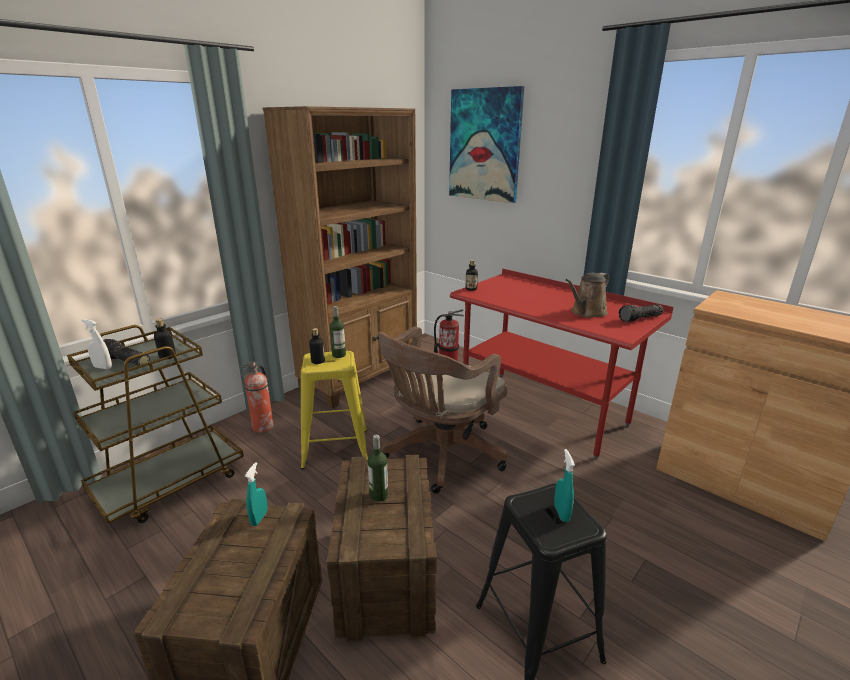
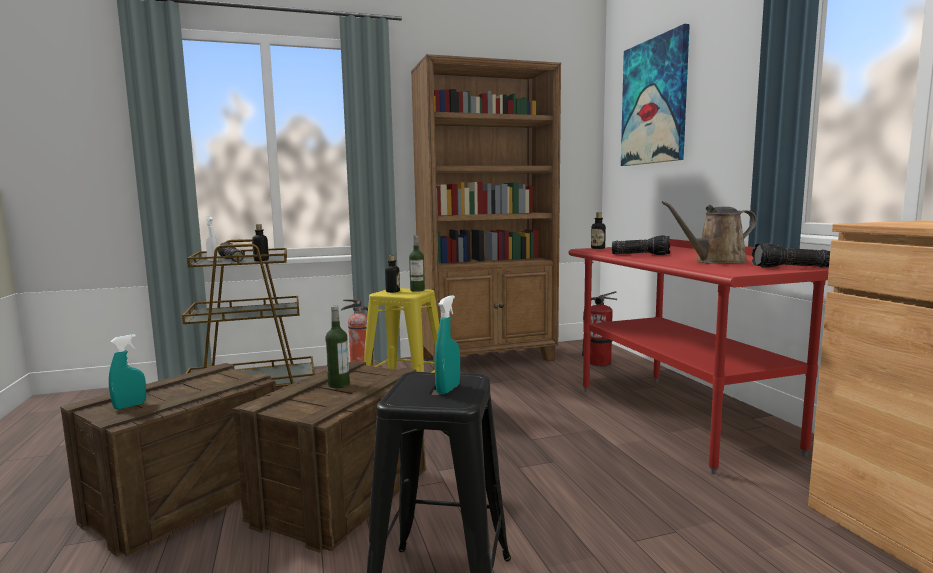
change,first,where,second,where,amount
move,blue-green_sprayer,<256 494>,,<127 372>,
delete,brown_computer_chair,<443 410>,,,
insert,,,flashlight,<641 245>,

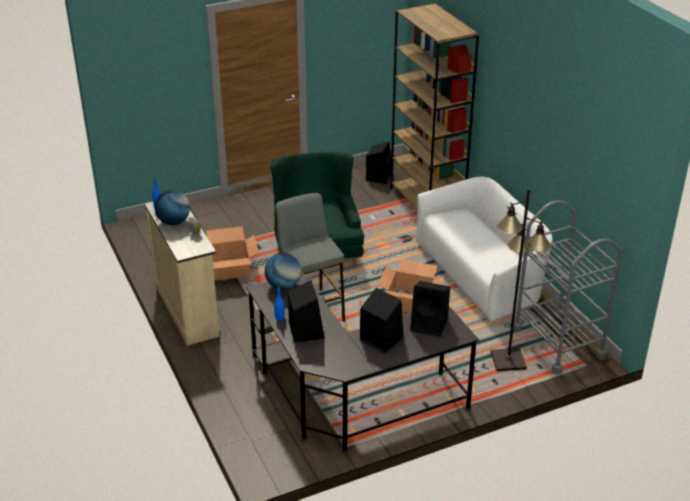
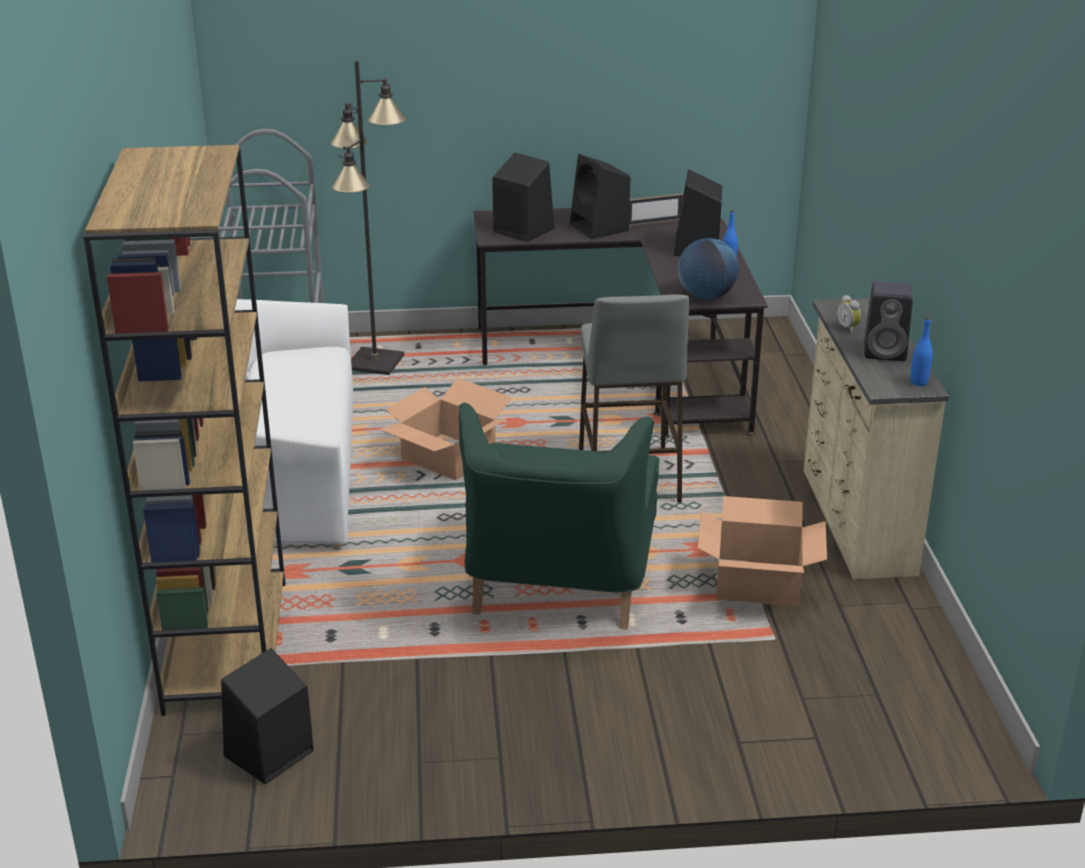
change,first,where,second,where,amount
replace,world_globe,<172 207>,black_loudspeaker,<888 321>,
insert,,,photo_frame,<656 209>,

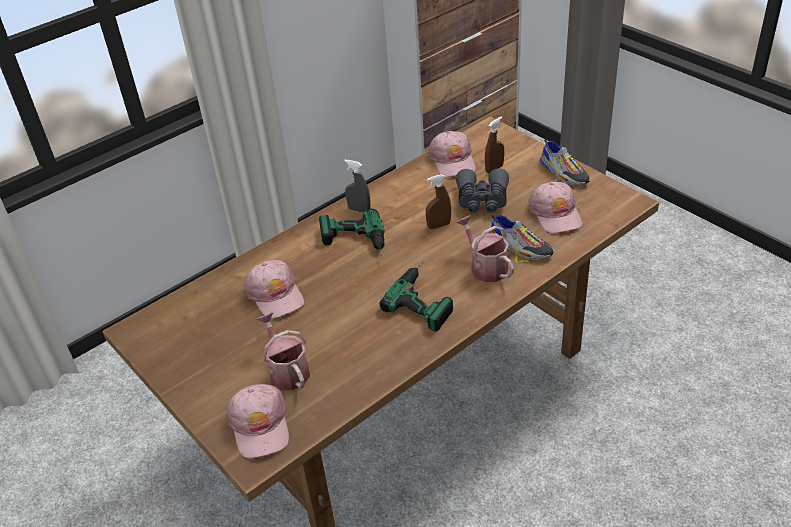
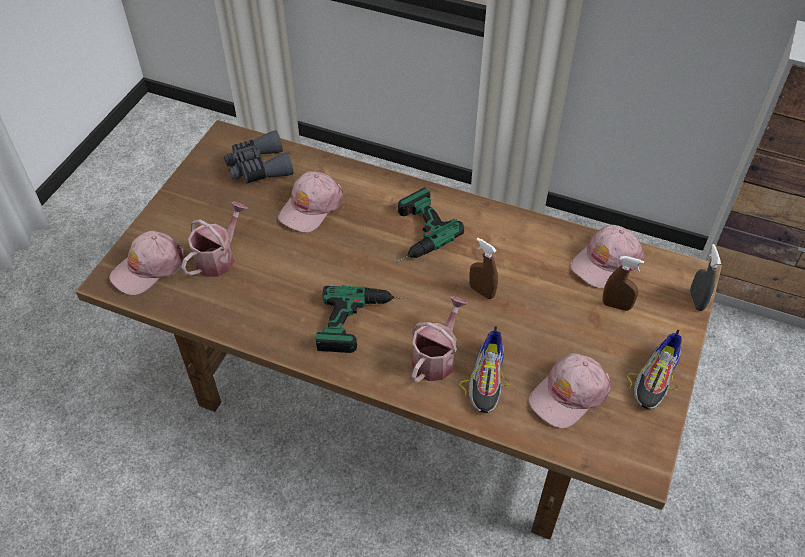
change,first,where,second,where,amount
move,grey_sprayer,<357 186>,,<705 277>,
move,grey_field_glasses,<482 190>,,<259 156>,

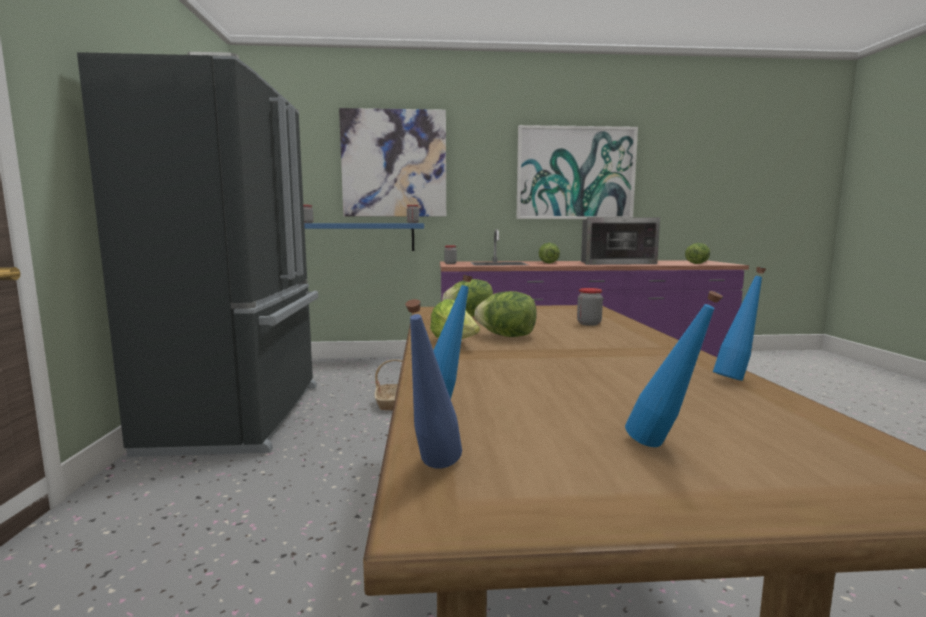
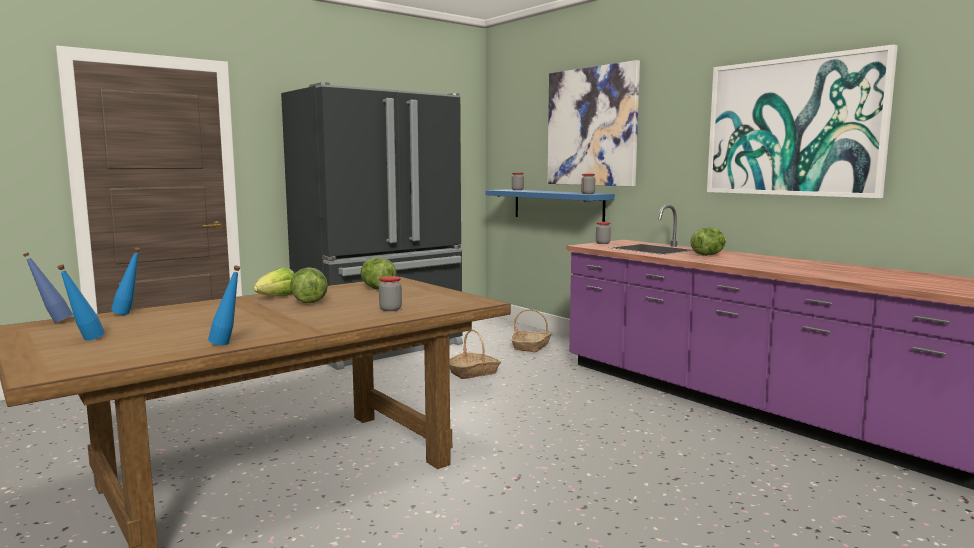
change,first,where,second,where,amount
delete,kitchen_microwave,<620 241>,,,
delete,lettuce_head,<697 253>,,,
insert,,,storage_basket,<531 330>,

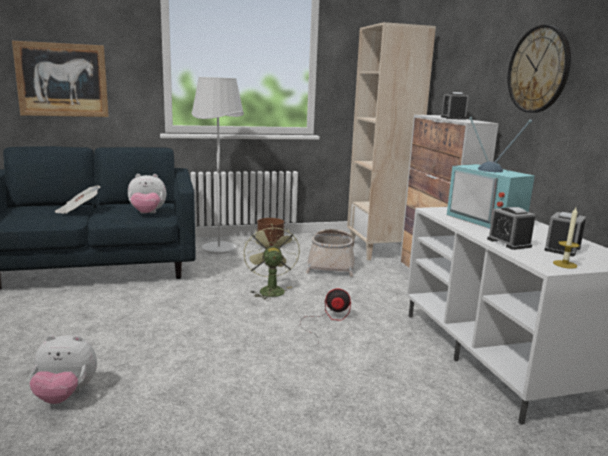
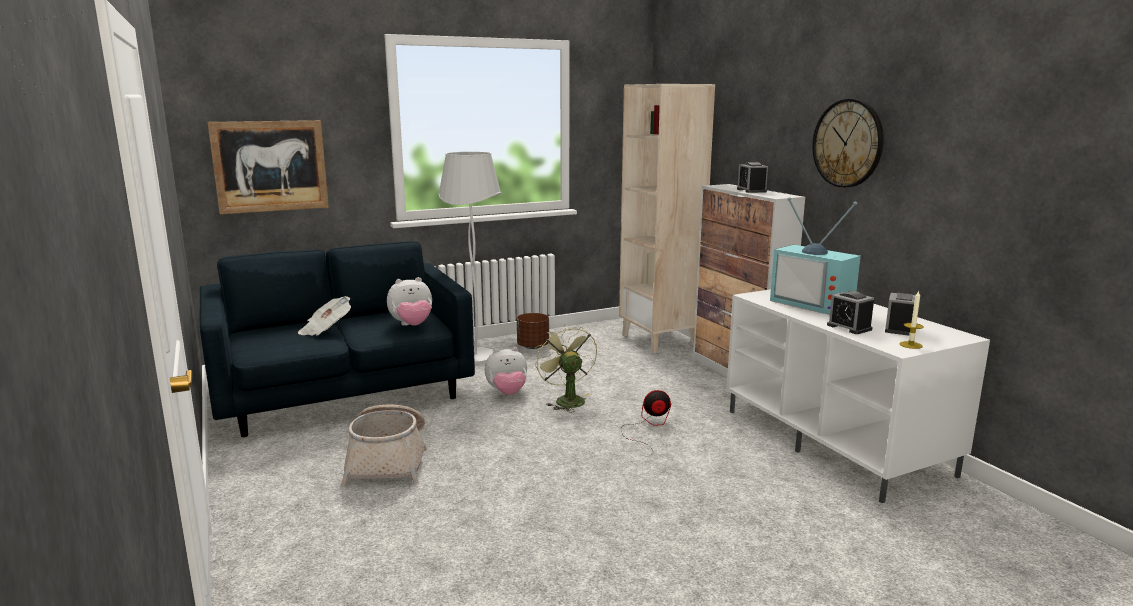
change,first,where,second,where,amount
move,soft_toy,<63 369>,,<506 371>,
move,storage_basket,<330 253>,,<384 446>,

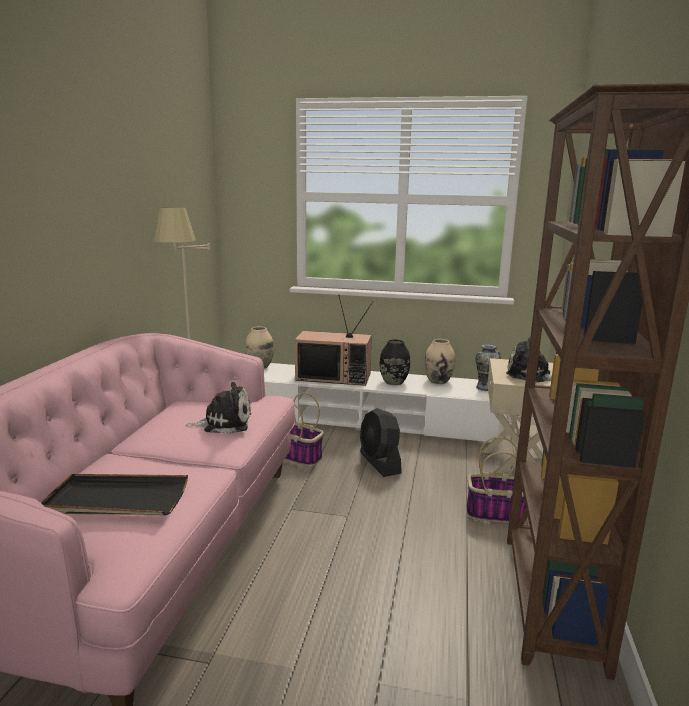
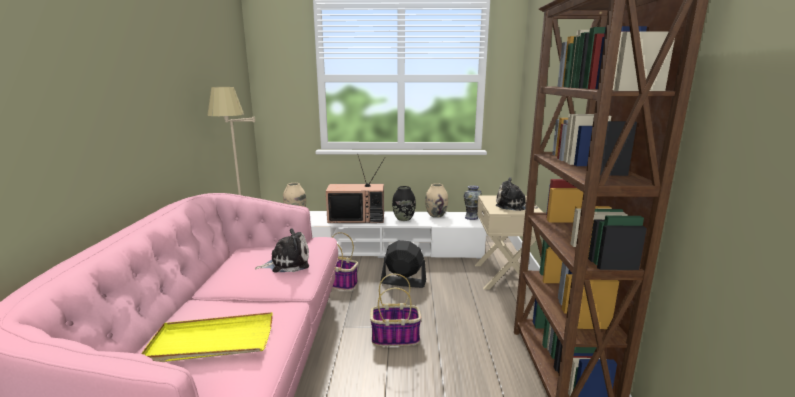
change,first,where,second,where,amount
recolor,black_carrying_tray,<114 494>,yellowish_carrying_tray,<207 337>,
rotate,black_fan,<381 442>,,<403 264>,135 degrees clockwise
move,storage_basket,<496 480>,,<395 310>,

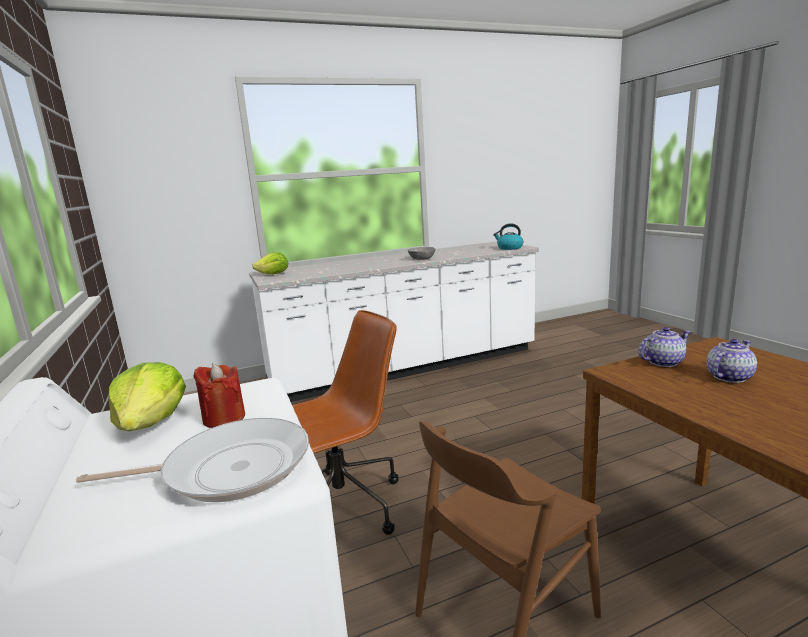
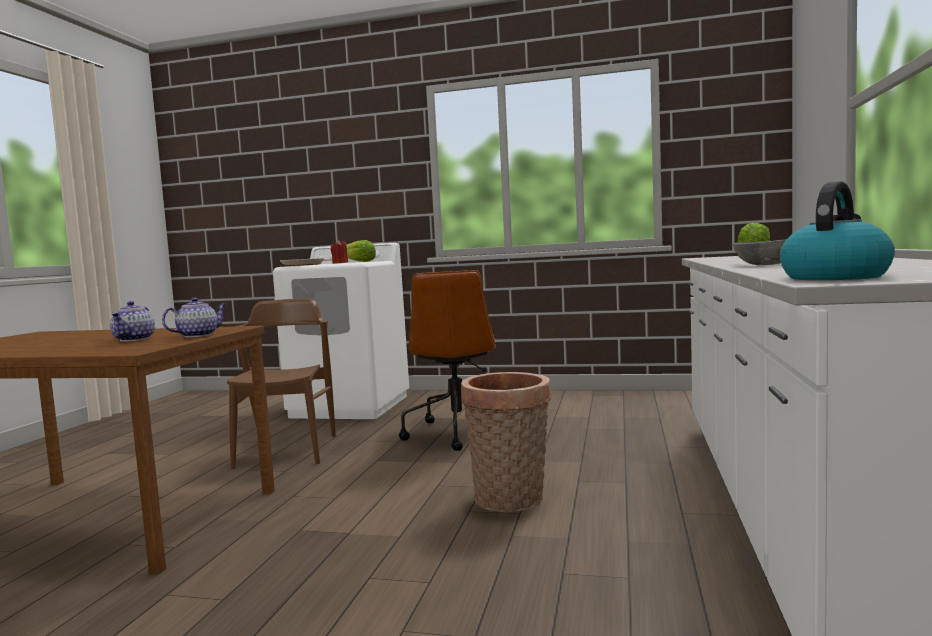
change,first,where,second,where,amount
rotate,pot_for_tea,<664 347>,,<194 317>,150 degrees counterclockwise
insert,,,storage_basket,<506 442>,

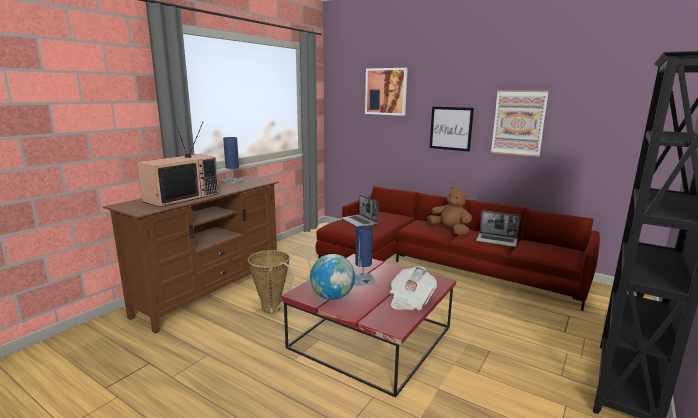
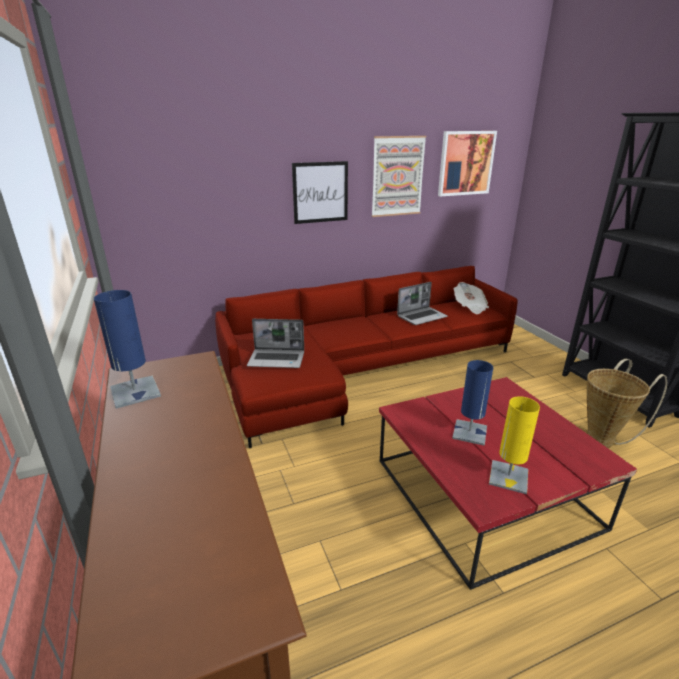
change,first,where,second,where,amount
delete,TV,<178 163>,,,
move,storage_basket,<279 282>,,<627 403>,
replace,world_globe,<332 277>,yellowish_lamp_for_a_table,<514 445>,
move,wall_picture,<386 92>,,<467 164>,
move,printed_paper,<413 288>,,<471 298>,
delete,brown_soft_toy,<449 211>,,,

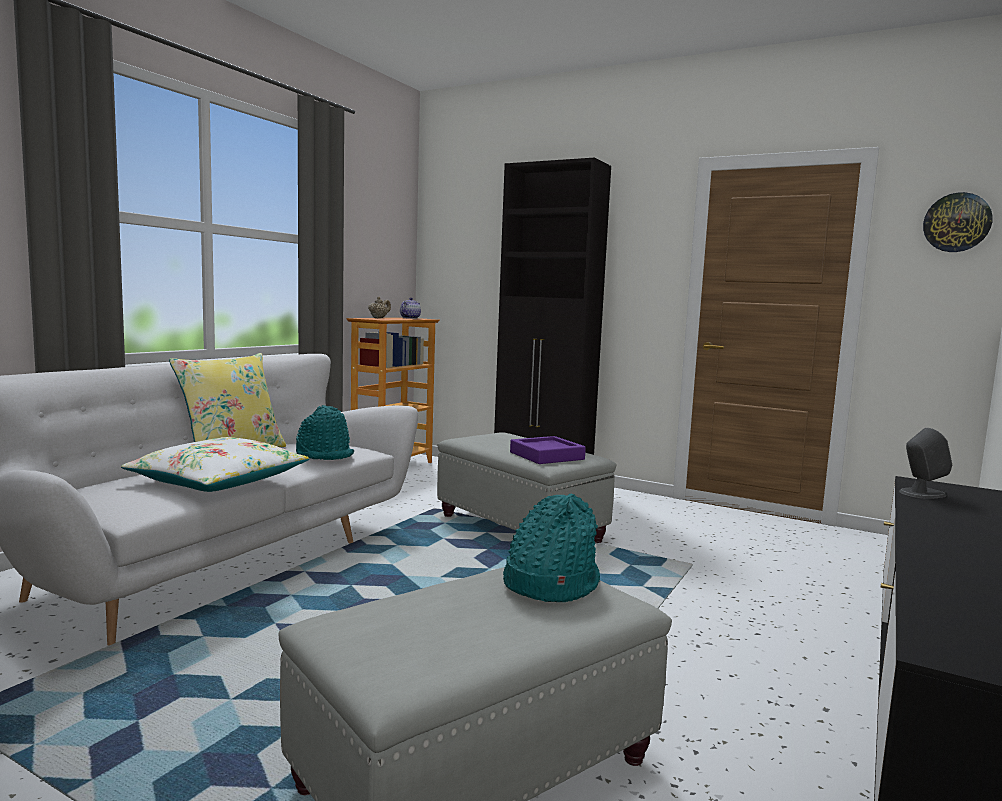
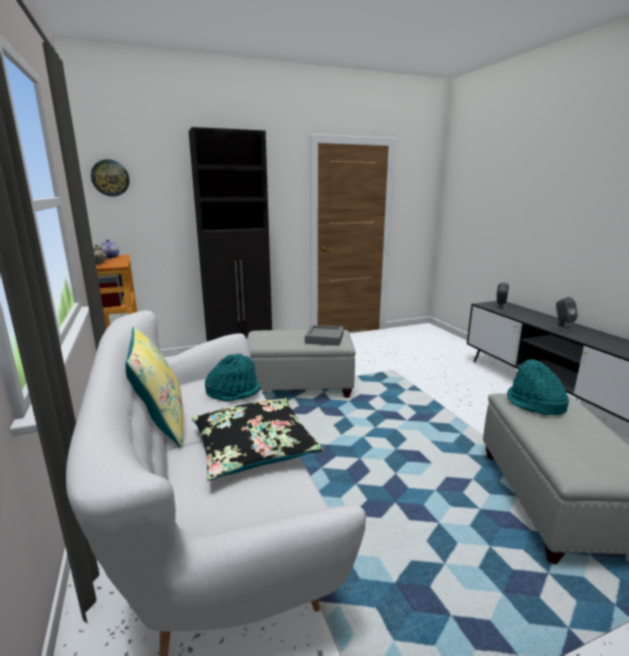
change,first,where,second,where,amount
recolor,white_pillow,<215 464>,black_pillow,<258 439>,
recolor,purple_carrying_tray,<548 450>,grey_carrying_tray,<324 335>,
move,hanging_clock,<958 222>,,<110 178>,
insert,,,grey_loudspeaker,<565 314>,

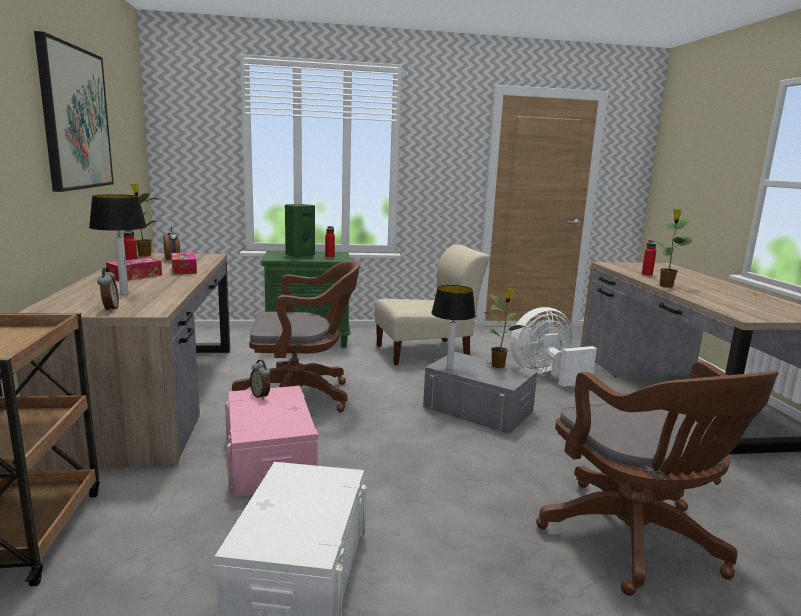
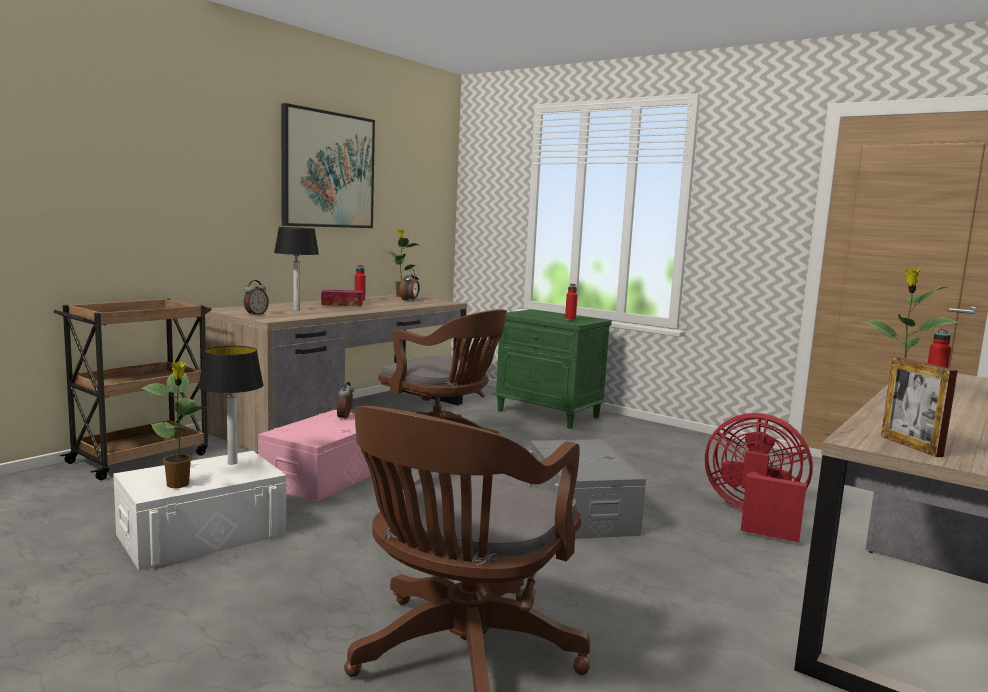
change,first,where,second,where,amount
delete,tissue_holder,<184 263>,,,
delete,green_loudspeaker,<300 231>,,,
delete,sand-coloured_chair,<432 305>,,,
move,lamp_for_a_table,<453 327>,,<231 405>,
move,houseplant,<505 328>,,<175 424>,
recolor,white_fan,<553 347>,reddish_fan,<759 478>,
insert,,,photo_frame,<919 407>,

